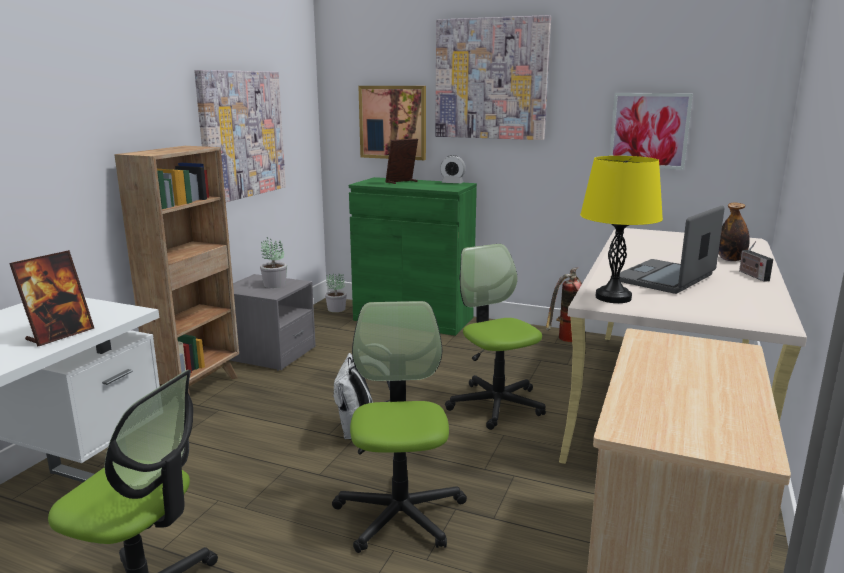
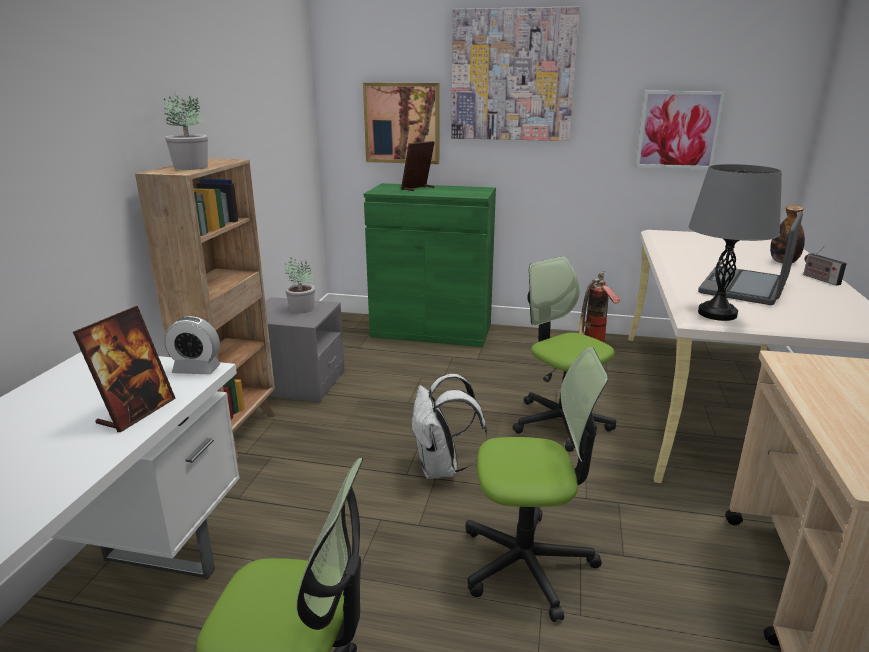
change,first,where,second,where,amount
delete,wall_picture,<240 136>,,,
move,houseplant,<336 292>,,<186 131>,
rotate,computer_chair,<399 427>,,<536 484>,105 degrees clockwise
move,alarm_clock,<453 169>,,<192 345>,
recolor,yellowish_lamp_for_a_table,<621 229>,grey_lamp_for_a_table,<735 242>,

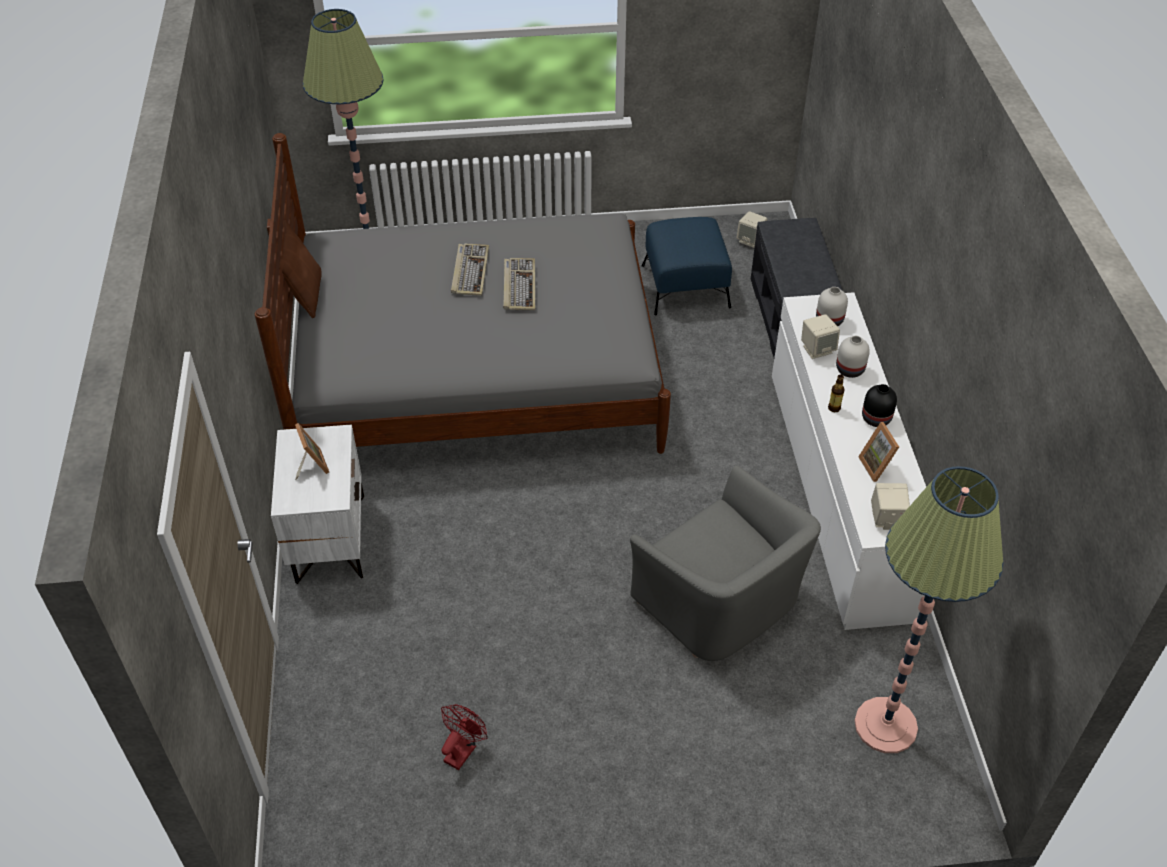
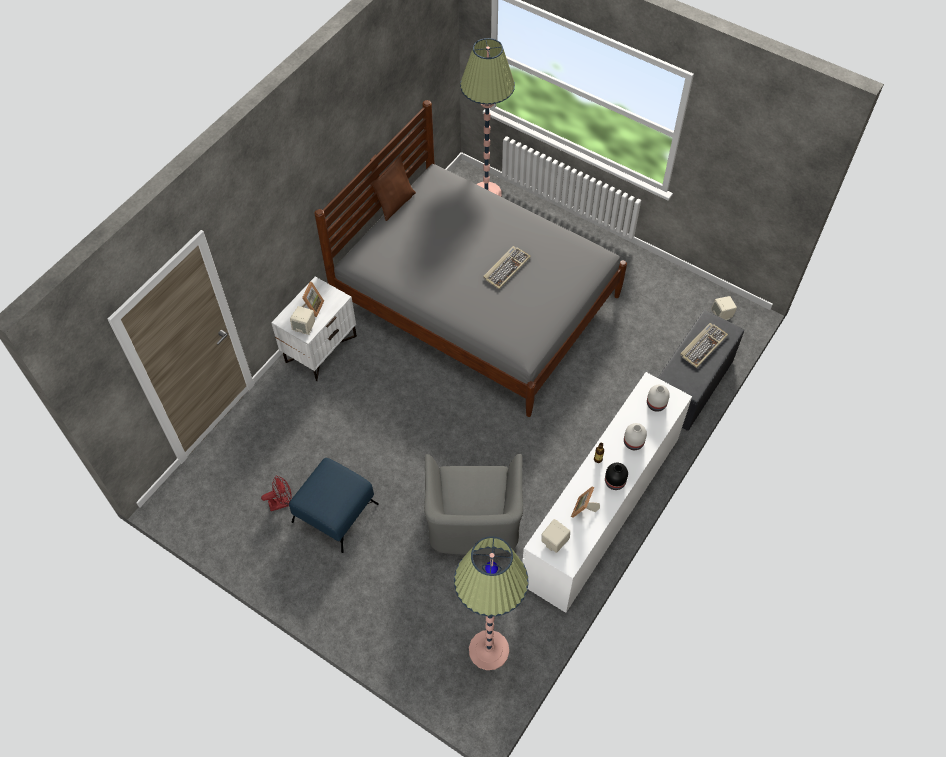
change,first,where,second,where,amount
move,keyboard,<470 270>,,<704 345>,
move,blue-coloured_footrest,<687 266>,,<334 505>,
move,sand-coloured_loudspeaker,<820 336>,,<302 320>,

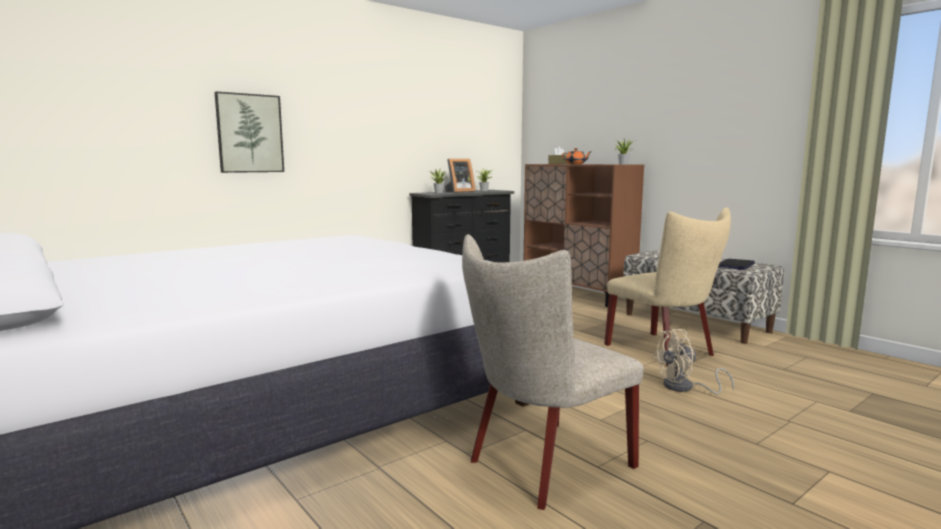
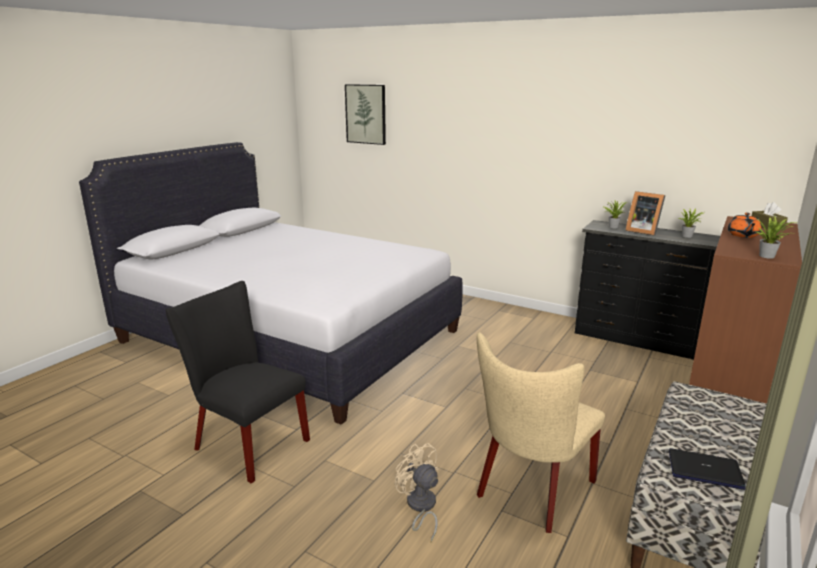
change,first,where,second,where,amount
move,wall_picture,<249 132>,,<365 114>,
recolor,sand-coloured_chair,<553 372>,black_chair,<238 382>,

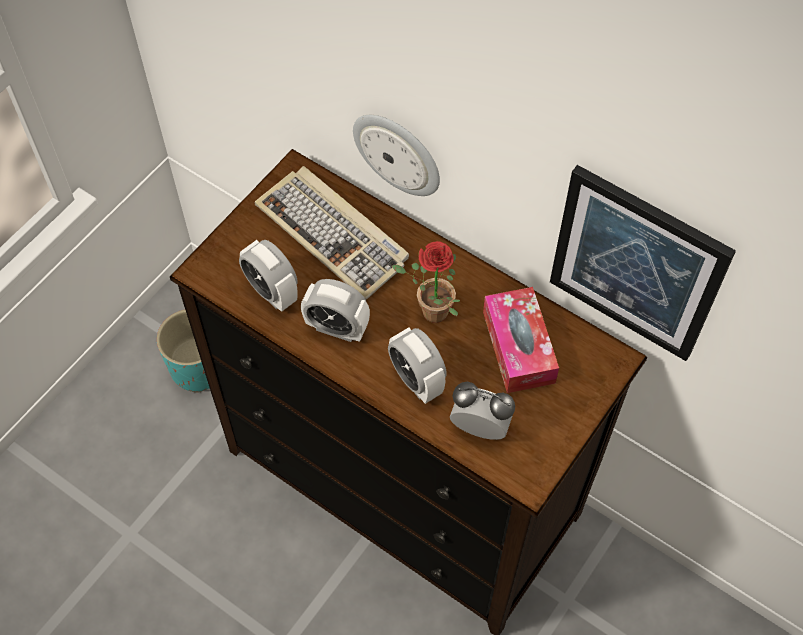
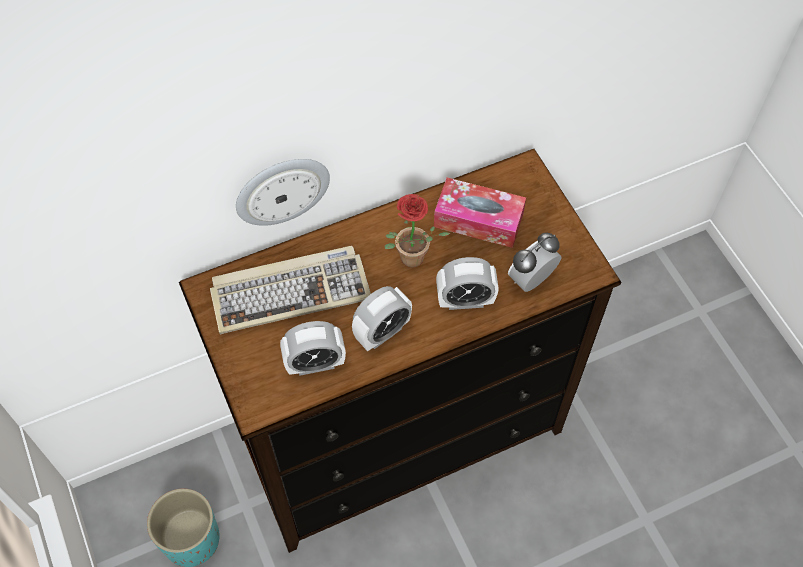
change,first,where,second,where,amount
delete,wall_picture,<643 263>,,,

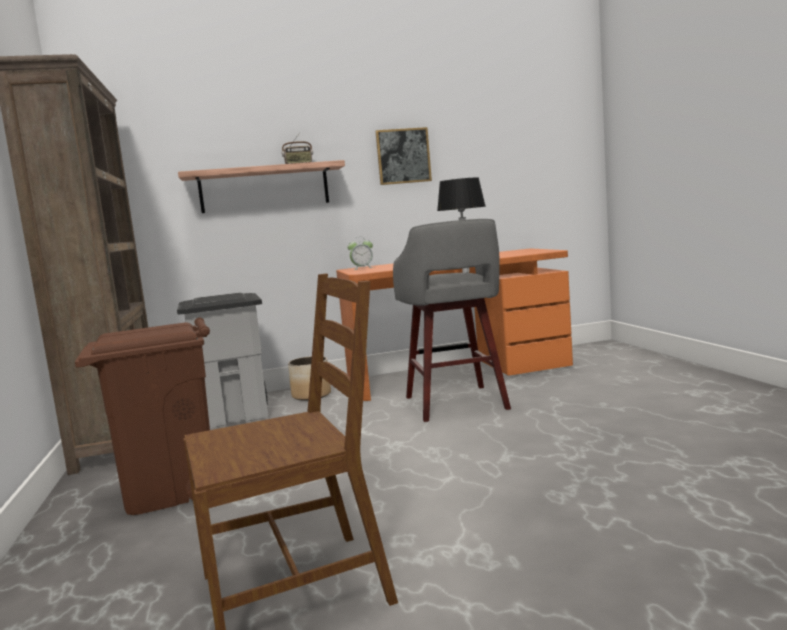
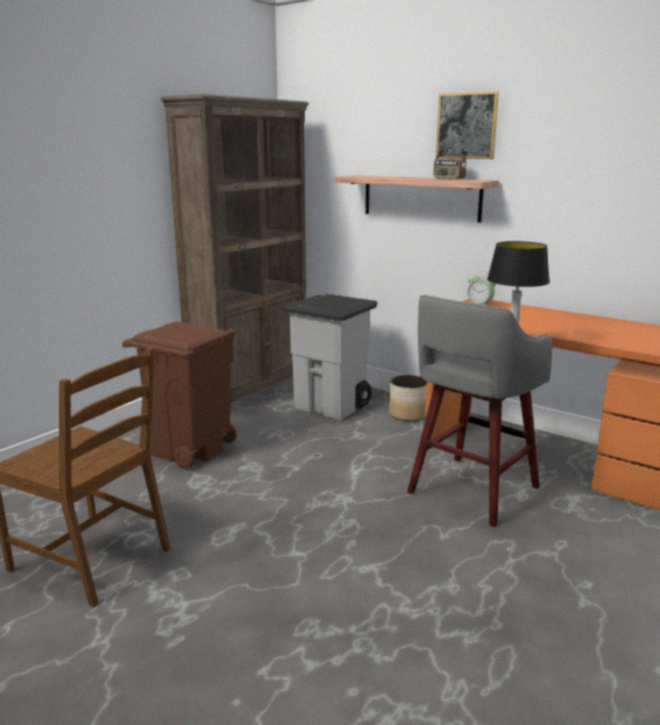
change,first,where,second,where,amount
move,wall_picture,<403 156>,,<467 125>,

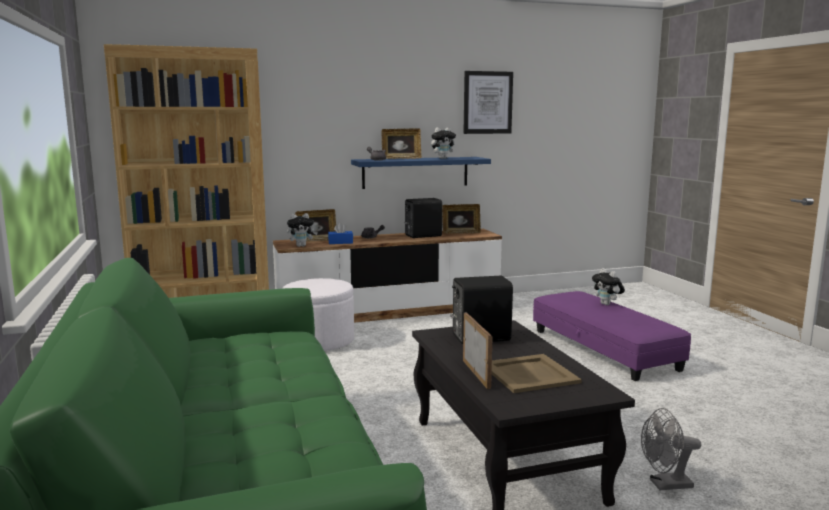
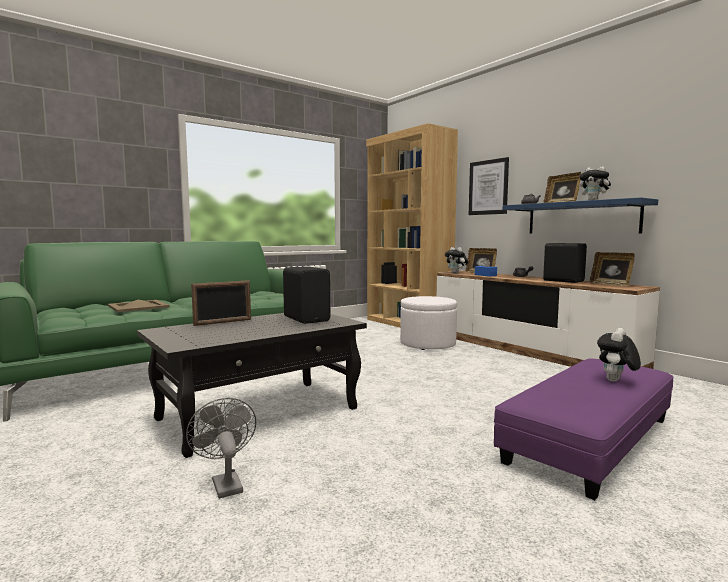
change,first,where,second,where,amount
move,wall_picture,<488 102>,,<489 186>,
move,sand-coloured_carrying_tray,<537 373>,,<139 306>,

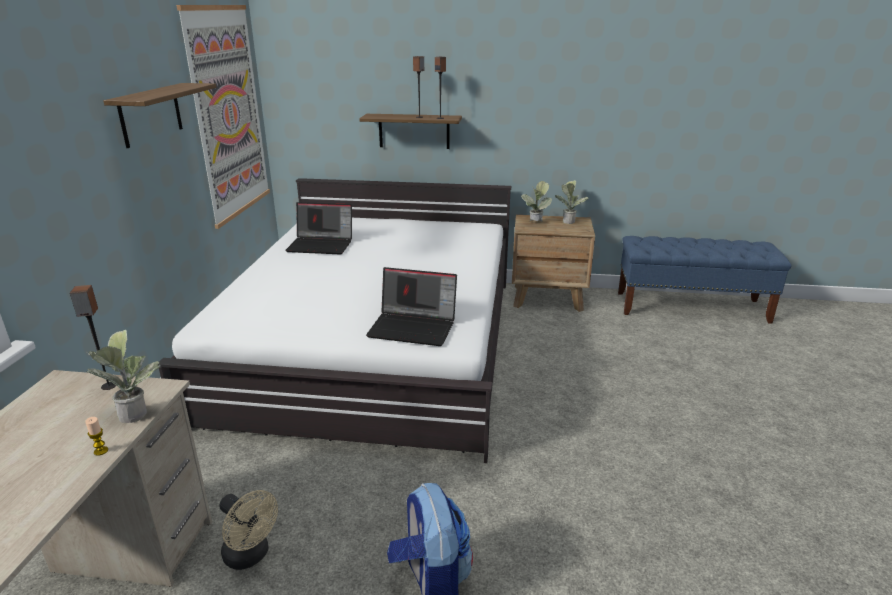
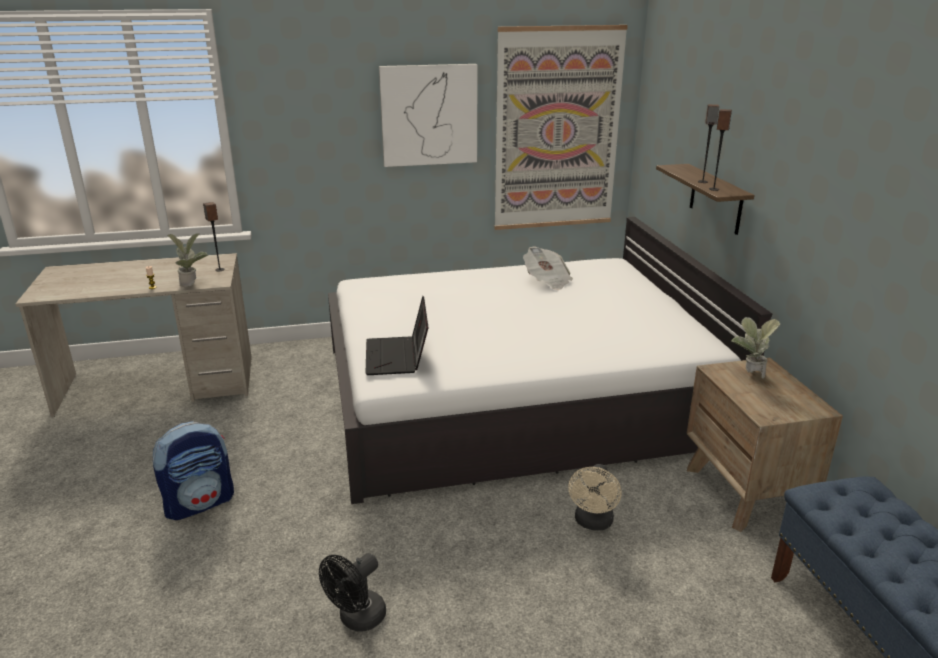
change,first,where,second,where,amount
replace,wall_shelf,<160 115>,wall_picture,<428 115>,
move,sand-coloured_fan,<248 530>,,<595 497>,
replace,portable_computer,<318 228>,printed_paper,<548 268>,
delete,houseplant,<572 202>,,,
insert,,,black_fan,<352 592>,

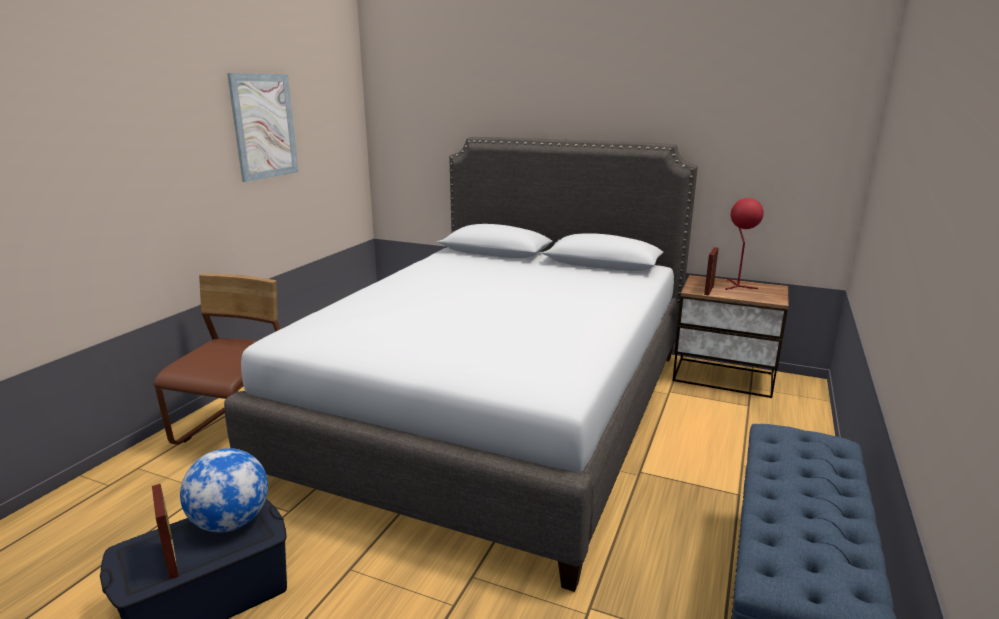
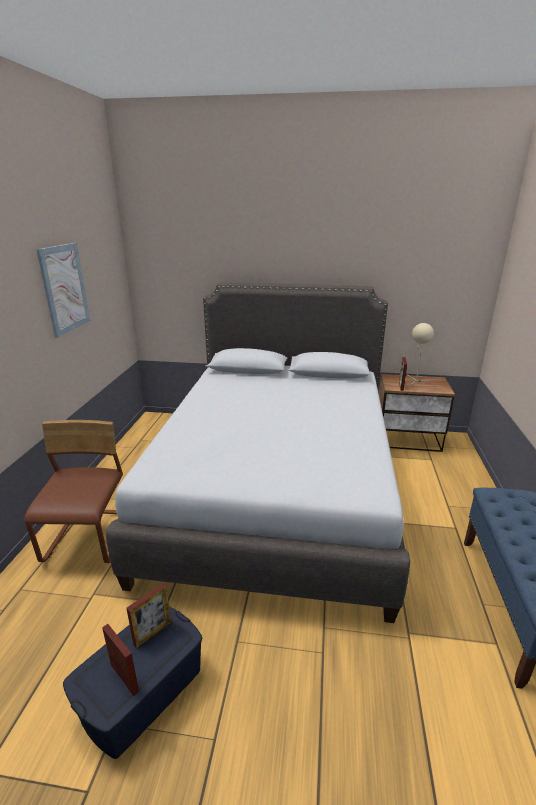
change,first,where,second,where,amount
replace,world_globe,<224 490>,photo_frame,<148 616>,
recolor,reddish_lamp_for_a_table,<744 244>,sand-coloured_lamp_for_a_table,<420 354>,

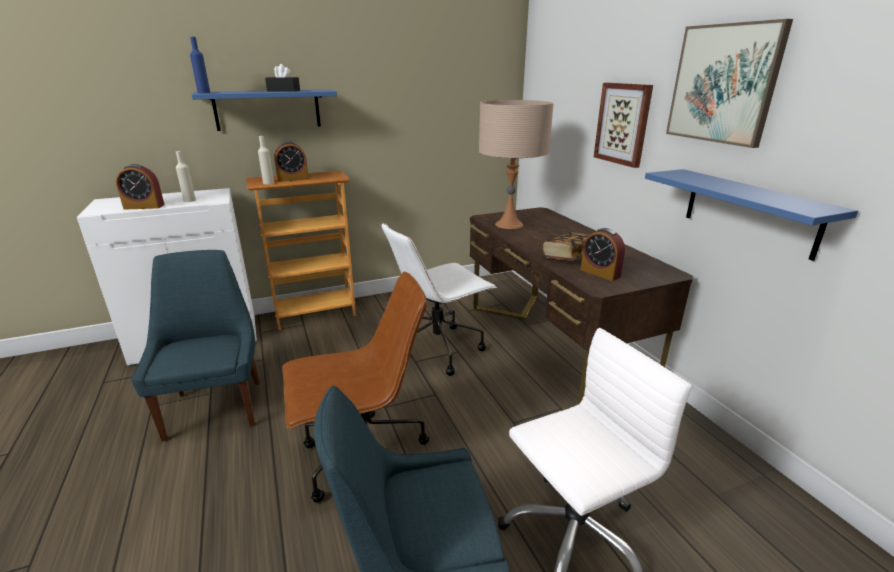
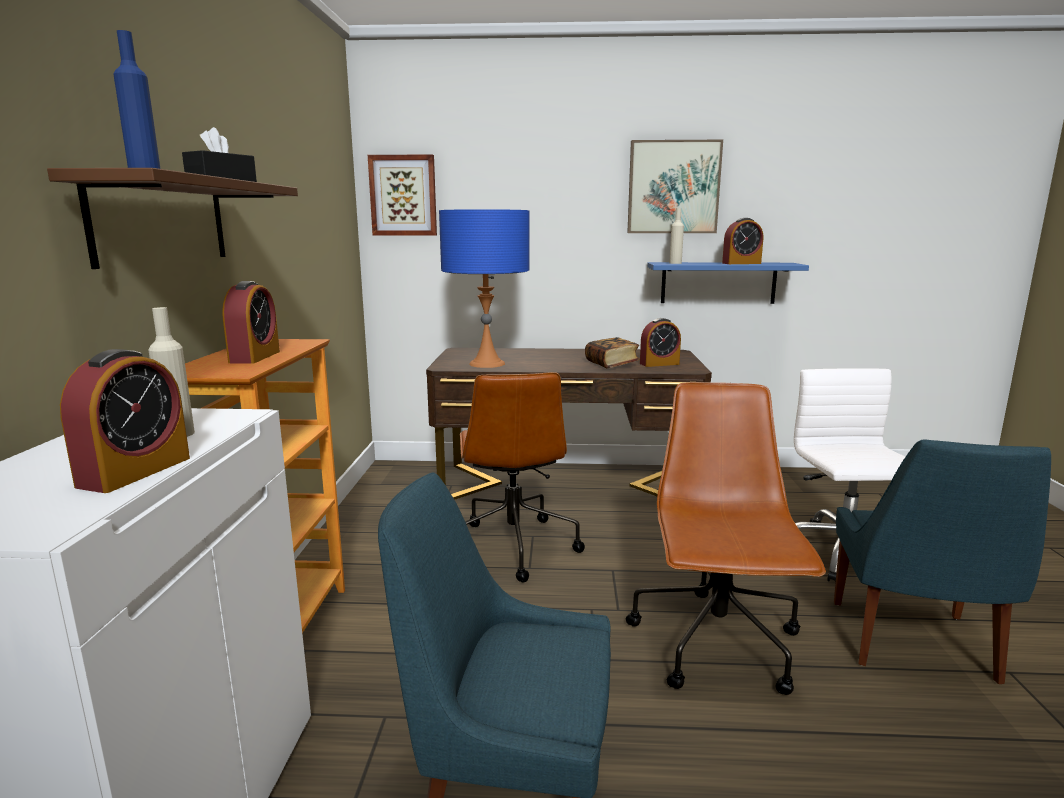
change,first,where,second,where,amount
recolor,blue-coloured_wall_shelf,<264 110>,brown_wall_shelf,<172 218>,
move,sand-coloured_drink_bottle,<266 160>,,<676 236>,
recolor,white_computer_chair,<439 299>,brown_computer_chair,<522 477>,
recolor,sand-coloured_lamp_for_a_table,<516 164>,blue-coloured_lamp_for_a_table,<484 288>,
move,wall_picture,<623 125>,,<402 195>,
insert,,,alarm_clock,<742 241>,

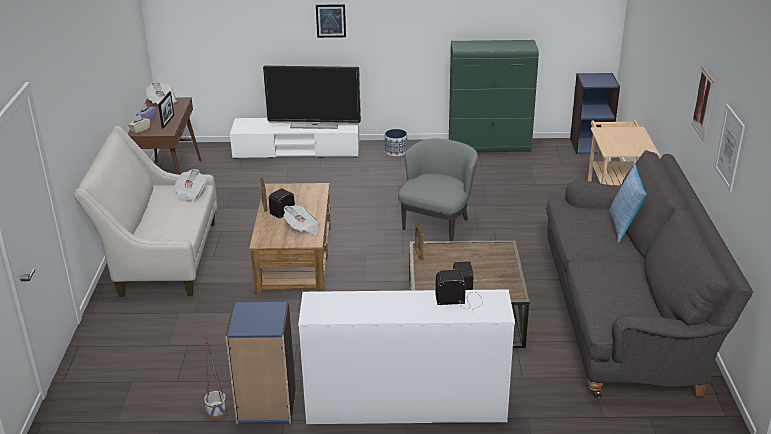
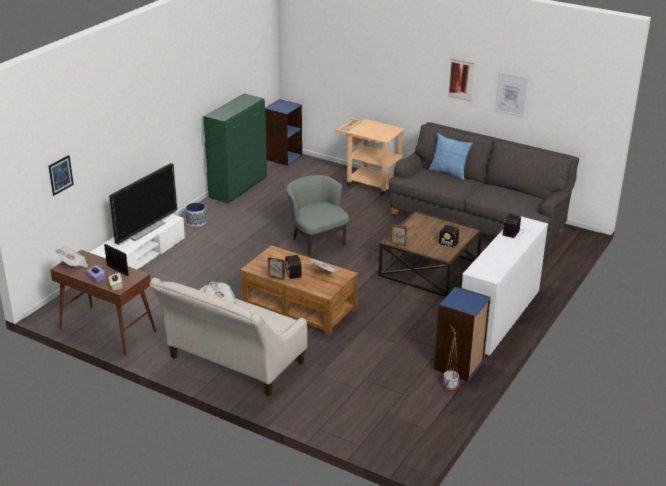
change,first,where,second,where,amount
move,wall_picture,<331 21>,,<61 175>,

